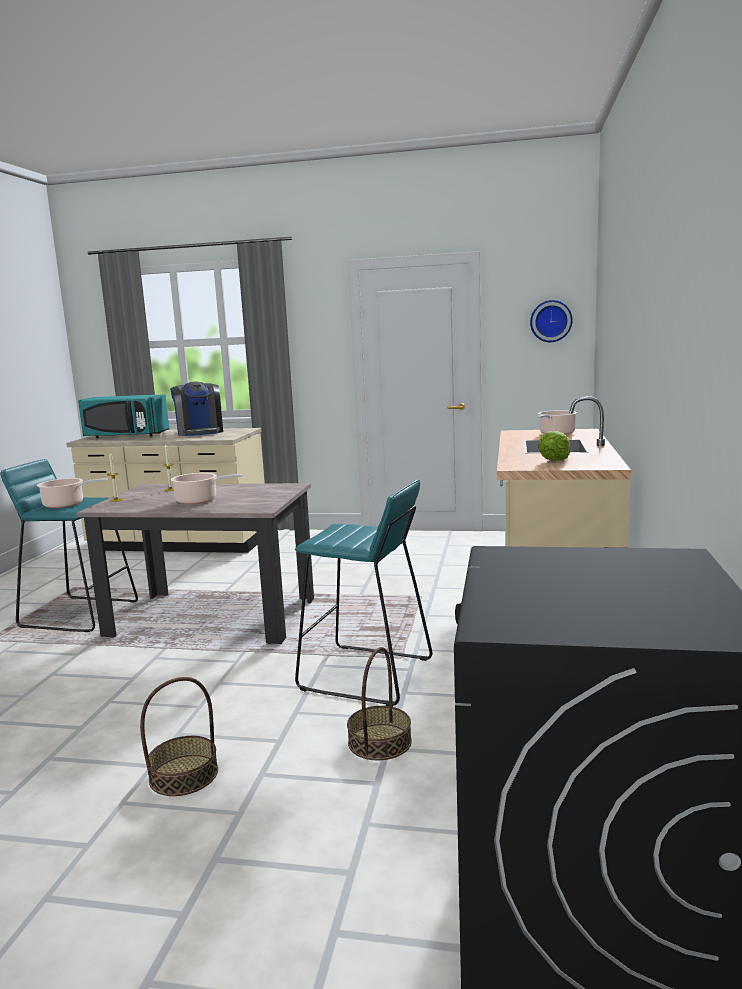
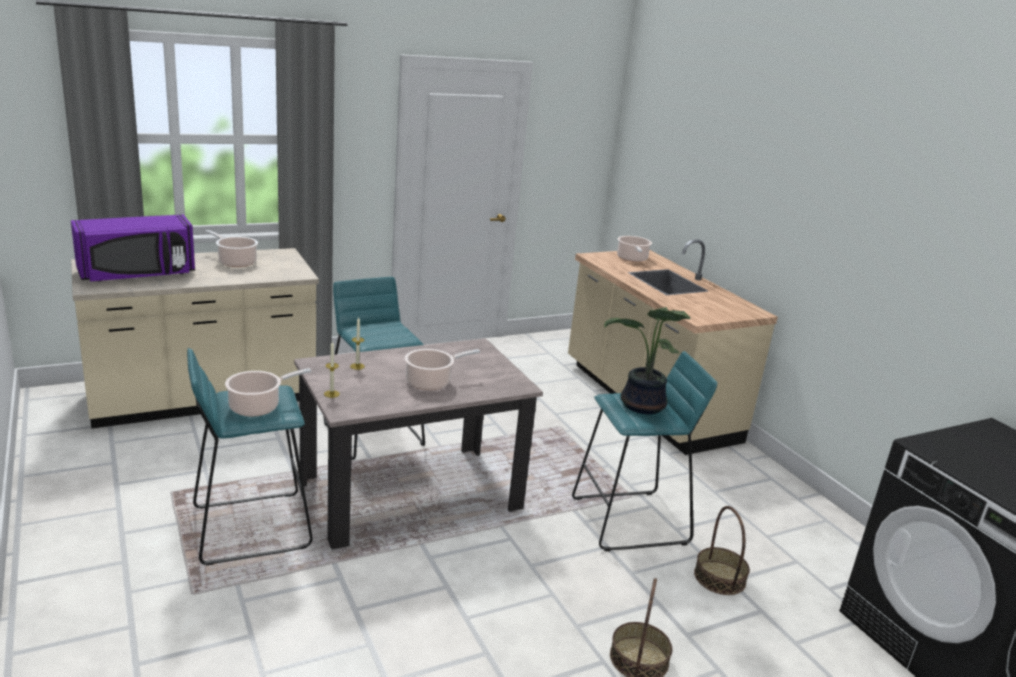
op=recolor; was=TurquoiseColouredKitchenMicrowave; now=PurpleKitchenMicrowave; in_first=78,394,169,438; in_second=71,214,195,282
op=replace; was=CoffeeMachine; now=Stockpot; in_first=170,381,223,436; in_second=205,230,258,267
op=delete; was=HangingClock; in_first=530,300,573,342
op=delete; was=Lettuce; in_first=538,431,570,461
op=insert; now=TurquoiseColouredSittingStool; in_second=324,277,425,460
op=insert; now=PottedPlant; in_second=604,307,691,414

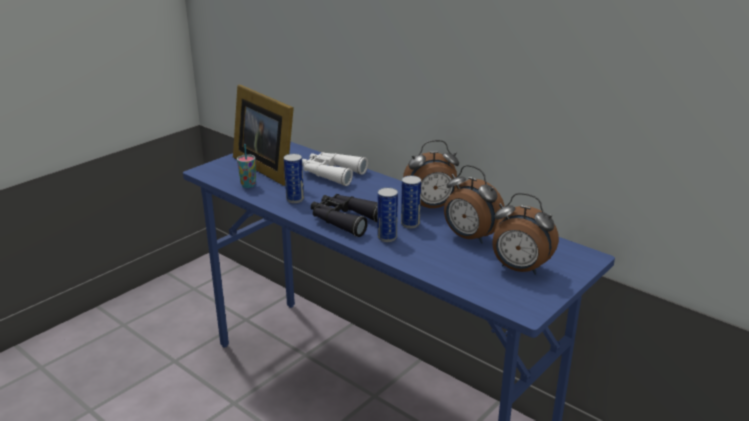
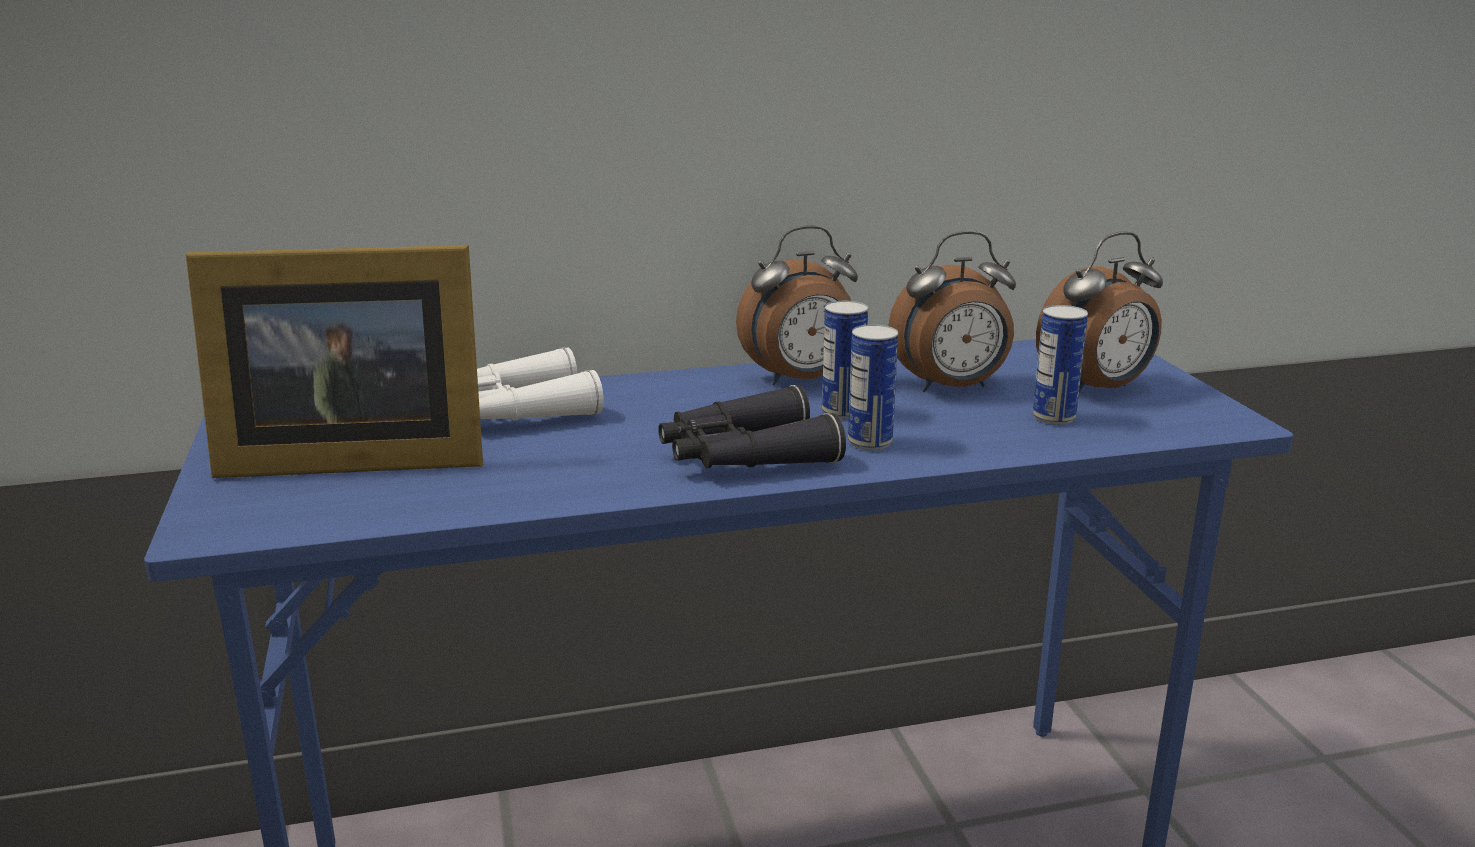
op=delete; was=DrinkingCup; in_first=237,144,256,188
op=move; was=Can; in_first=284,154,304,203; in_second=1033,305,1088,425
op=rotate; was=AlarmClock; in_first=403,140,459,208; in_second=736,226,858,386; clockwise=45

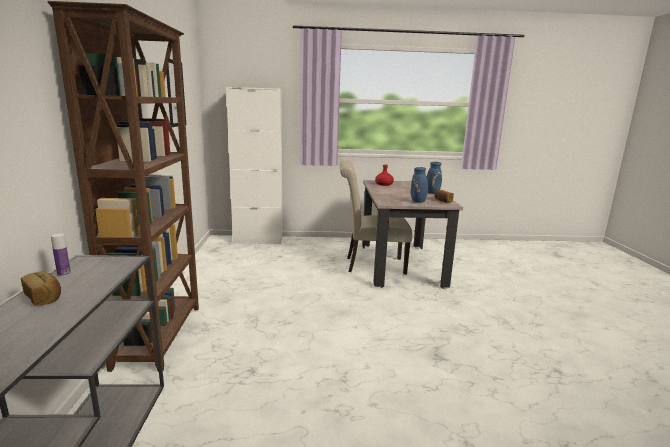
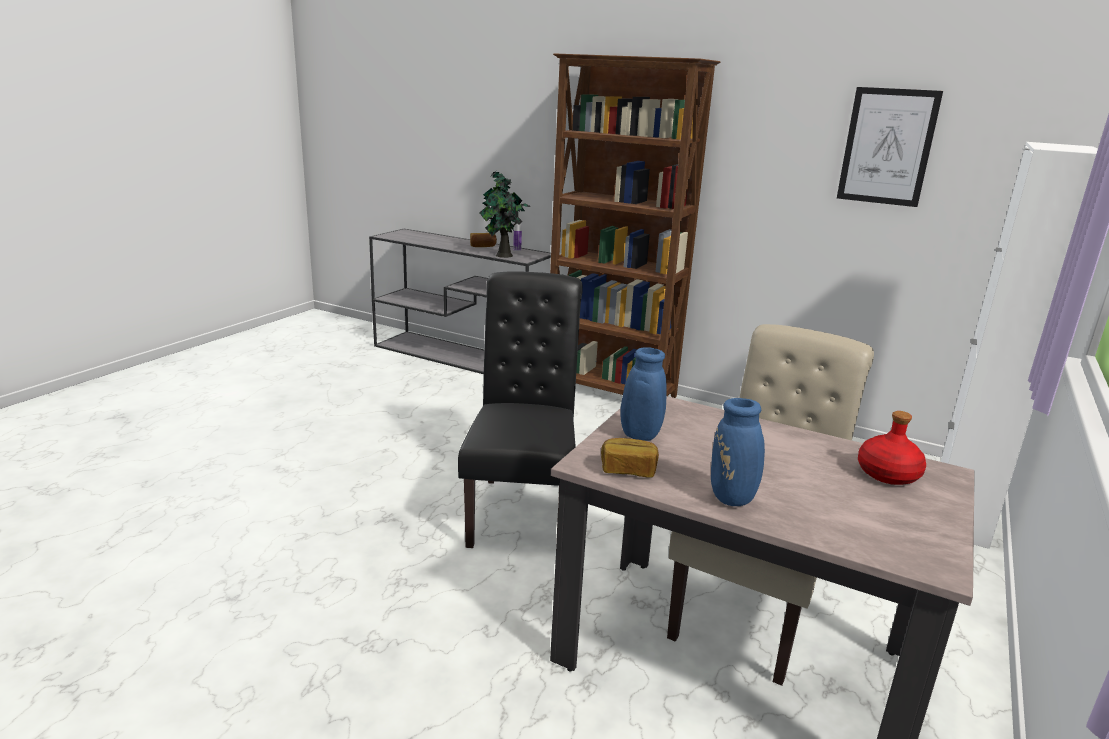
op=insert; now=BlackishPlainChair; in_second=458,271,583,548
op=insert; now=PottedPlant; in_second=480,171,530,258

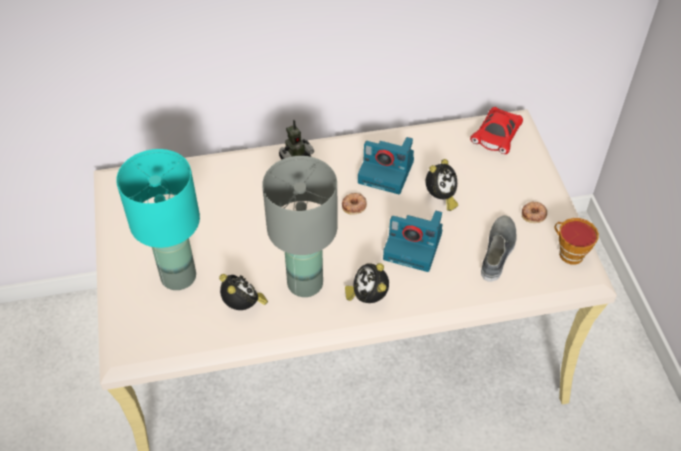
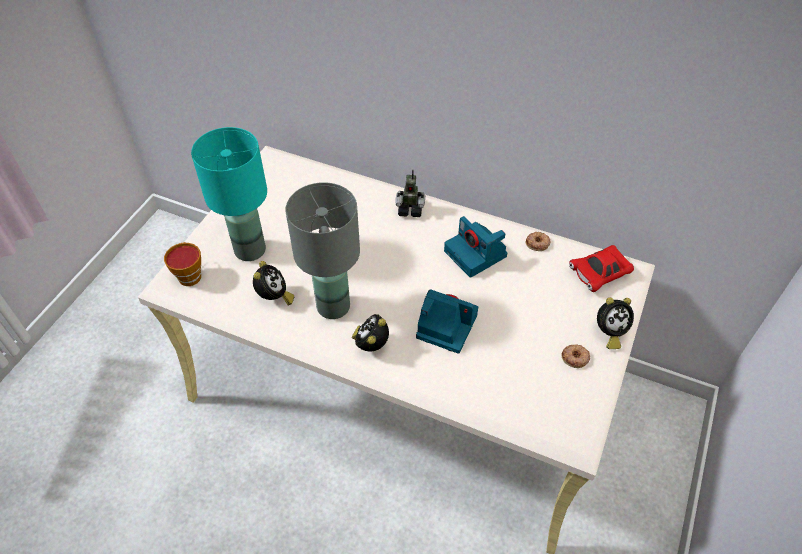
op=move; was=RingDoughnut; in_first=342,193,367,215; in_second=526,232,551,251
op=rotate; was=PhotoCamera; in_first=383,211,443,272; in_second=416,289,478,354; clockwise=150
op=move; was=AlarmClock; in_first=426,159,458,211; in_second=597,298,634,349
op=delete; was=GreyShoe; in_first=481,215,516,282
op=move; was=DrinkingCup; in_first=554,218,599,265; in_second=164,242,201,286

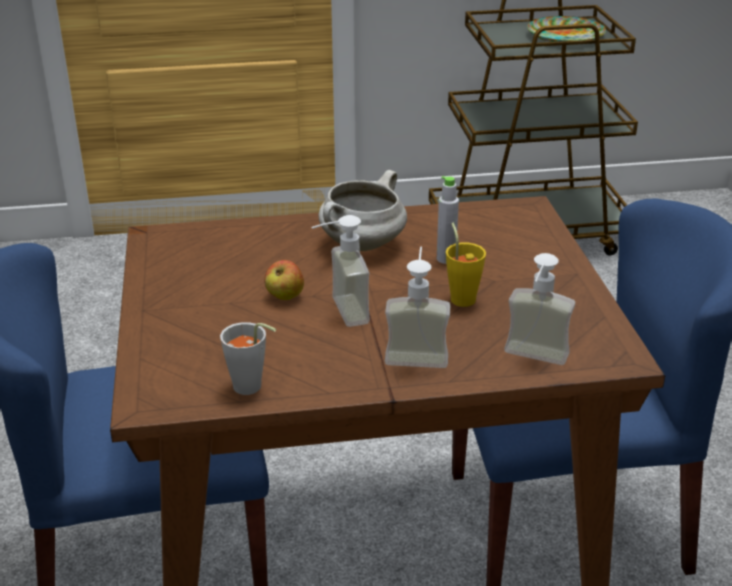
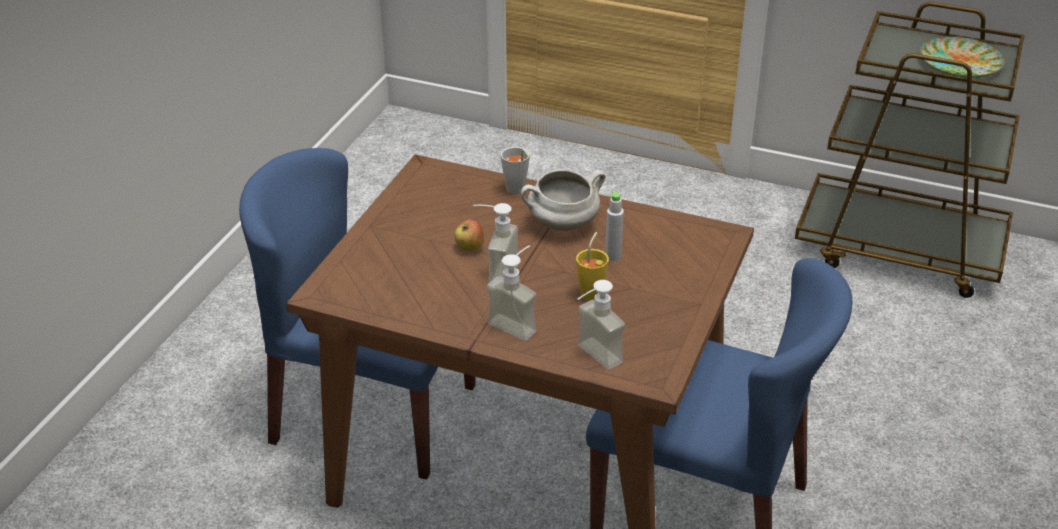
op=move; was=GreyDrinkingCup; in_first=220,322,276,395; in_second=501,147,530,194

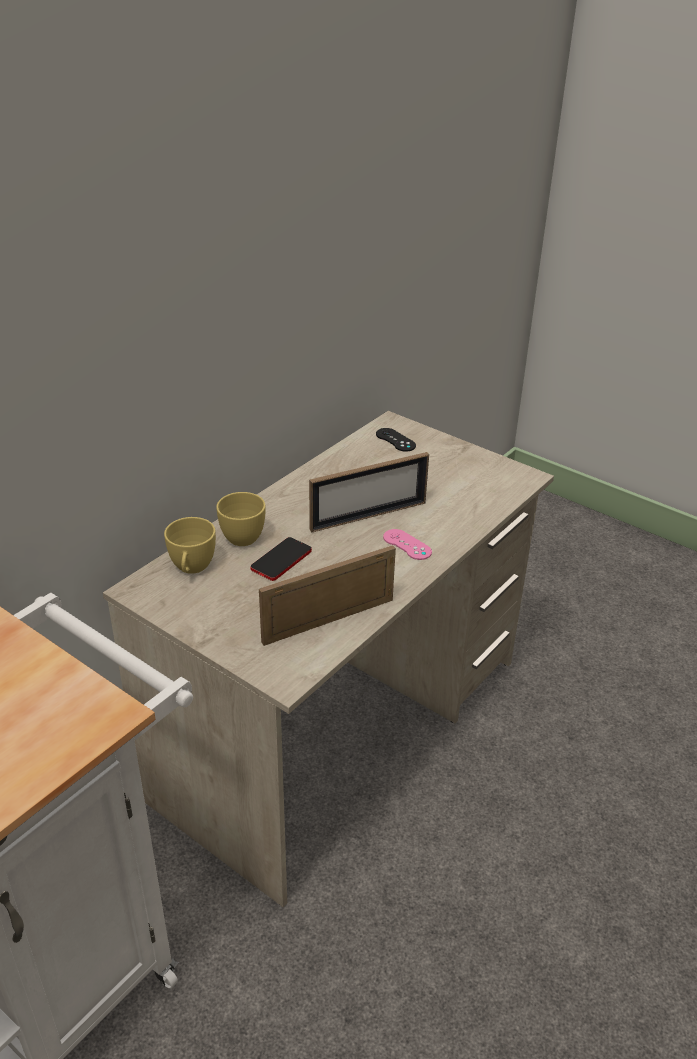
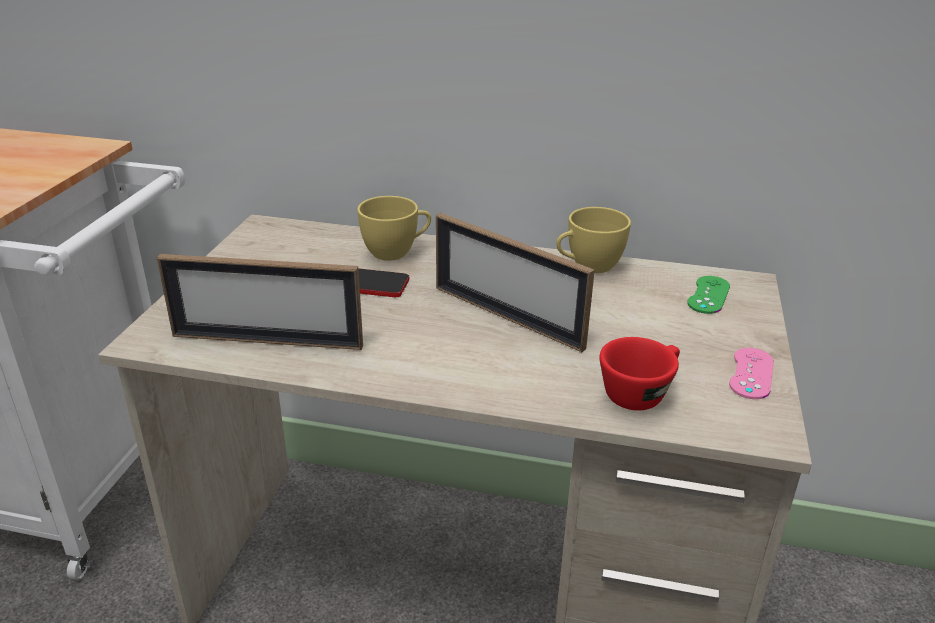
op=move; was=YellowColouredDrinkingCup; in_first=164,517,216,574; in_second=556,207,631,273
op=rotate; was=PhotoFrame; in_first=259,545,396,646; in_second=156,254,363,350; clockwise=150
op=recolor; was=BlackishGameController; now=GreenGameController; in_first=376,428,416,452; in_second=687,276,730,314
op=move; was=PinkColouredGameController; in_first=383,529,432,560; in_second=729,348,774,399
op=insert; now=RedColouredDrinkingCup; in_second=600,337,680,411

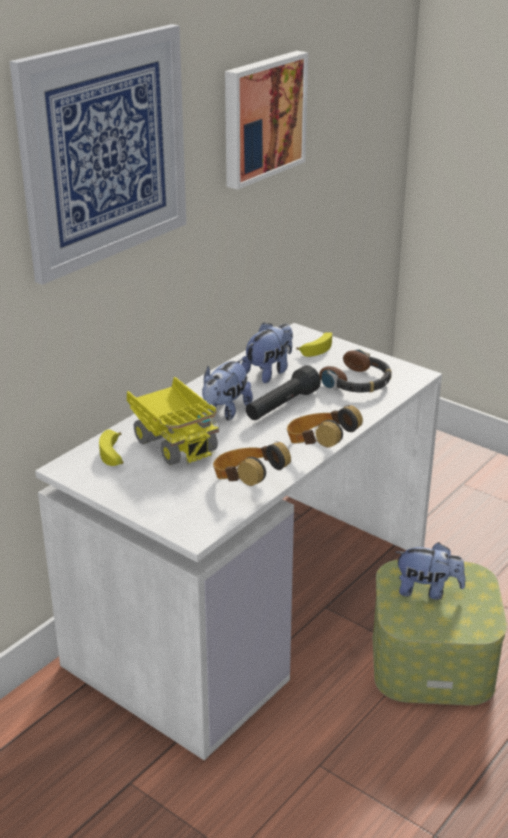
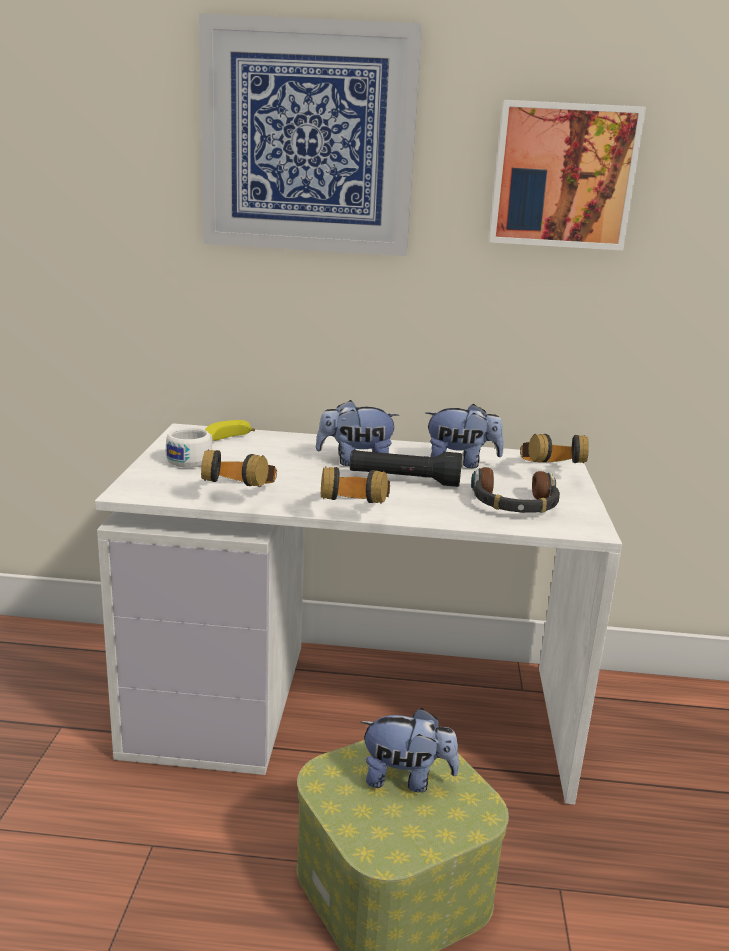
op=delete; was=ToyLorry; in_first=127,377,219,465
op=replace; was=BananaFruit; now=PairOfHeadphones; in_first=296,332,332,357; in_second=520,434,589,463
op=rotate; was=SoftToy; in_first=395,542,465,600; in_second=360,708,459,792; clockwise=-60
op=insert; now=WhiteColouredDrinkingCup; in_second=166,428,213,468

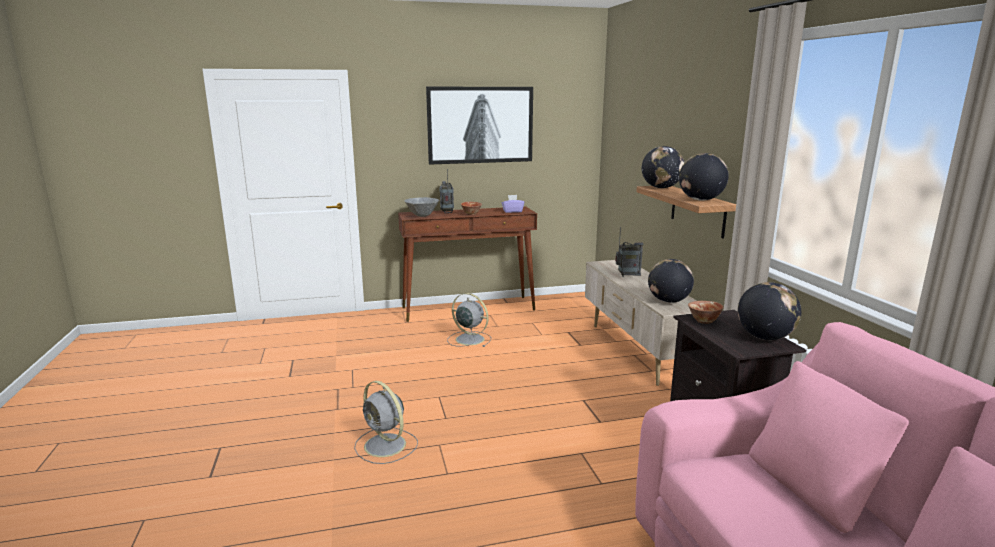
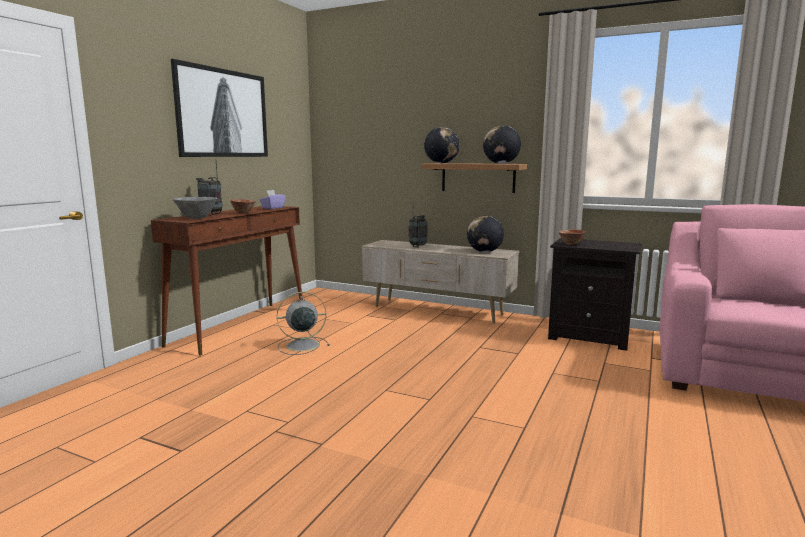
op=delete; was=GreyCoolingFan; in_first=354,381,418,464
op=delete; was=Globe; in_first=738,282,801,340

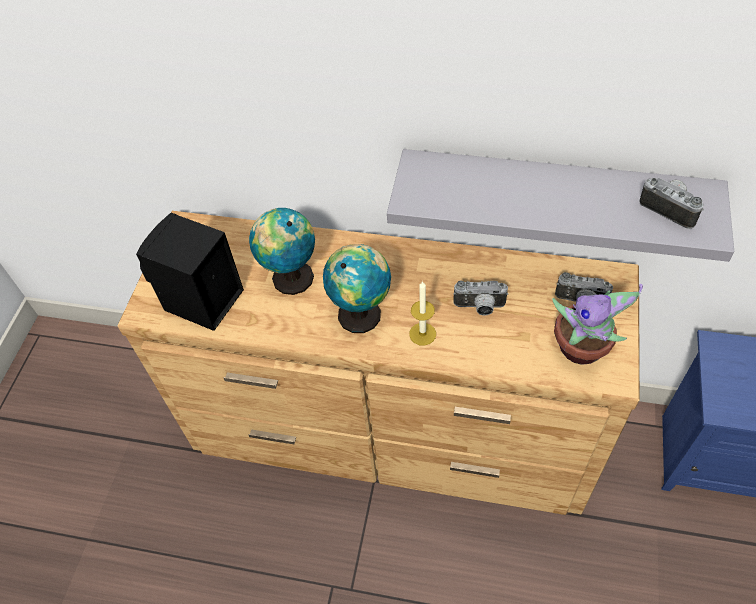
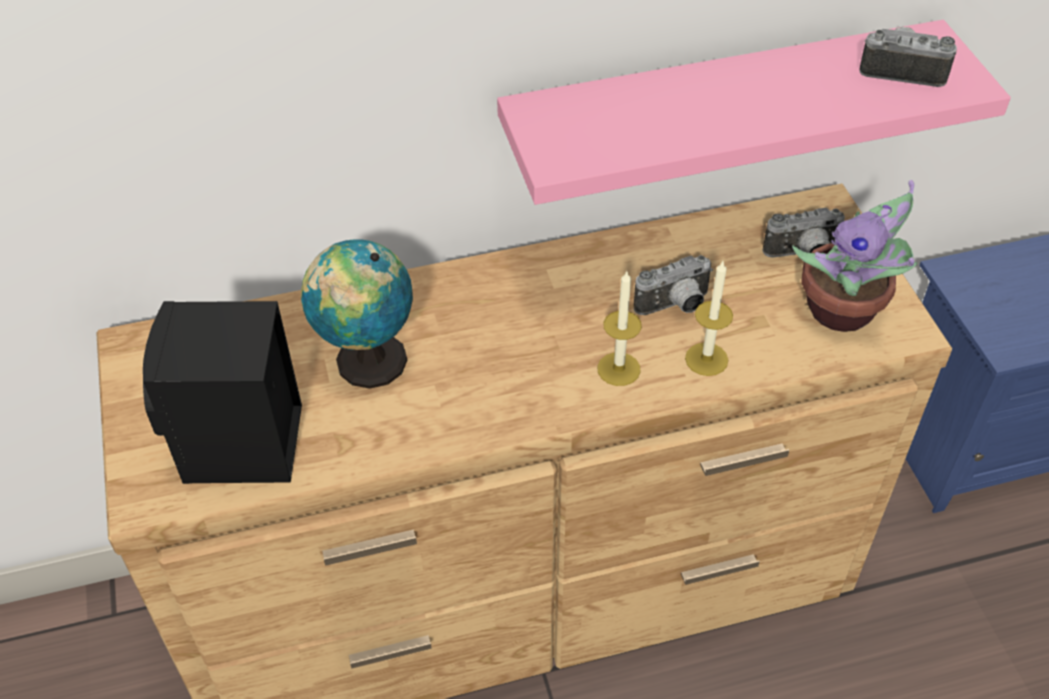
op=delete; was=Globe; in_first=323,244,391,333
op=recolor; was=GreyWallShelf; now=PinkColouredWallShelf; in_first=387,149,734,262; in_second=497,20,1011,205
op=insert; now=WaxLight; in_second=685,261,733,376

